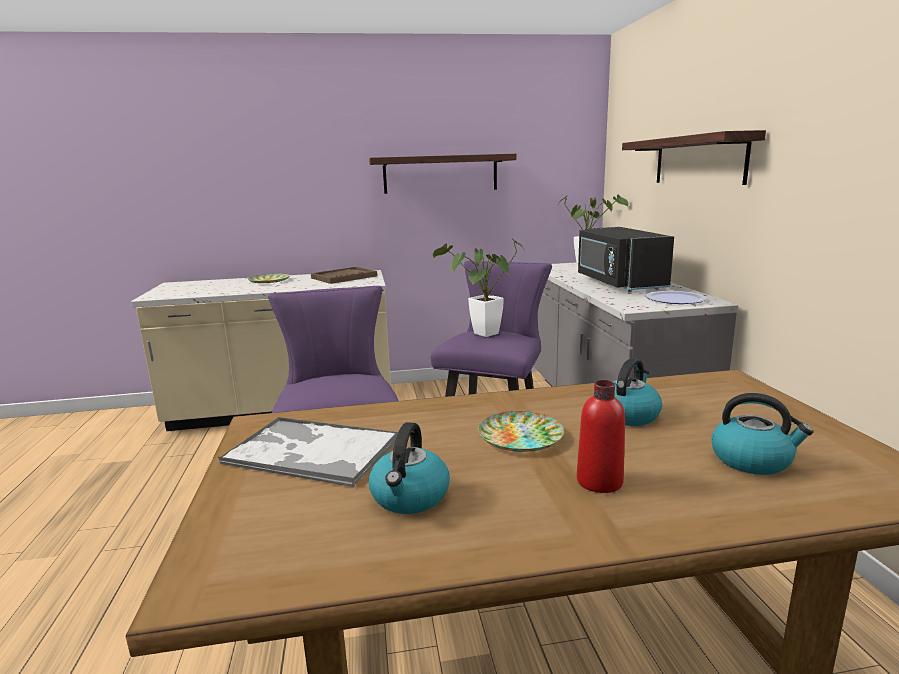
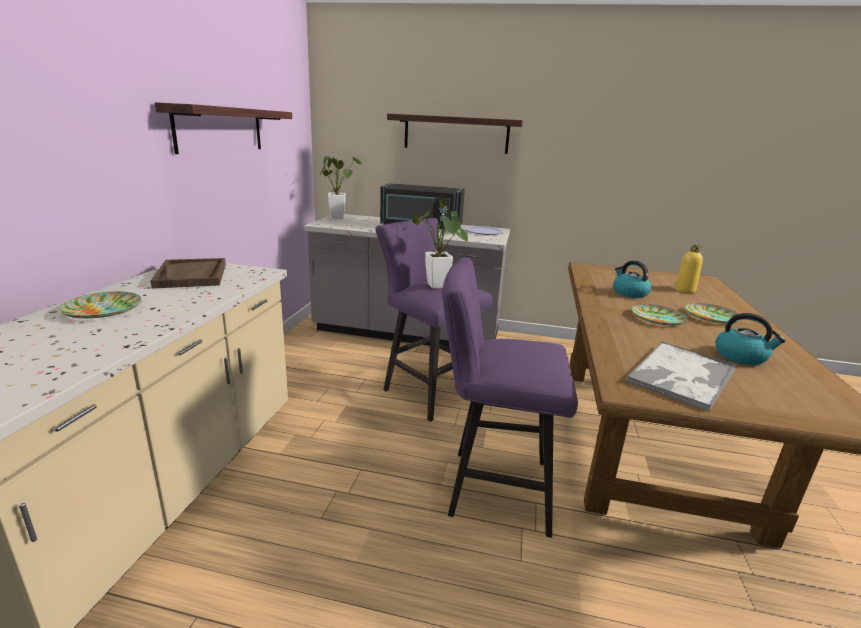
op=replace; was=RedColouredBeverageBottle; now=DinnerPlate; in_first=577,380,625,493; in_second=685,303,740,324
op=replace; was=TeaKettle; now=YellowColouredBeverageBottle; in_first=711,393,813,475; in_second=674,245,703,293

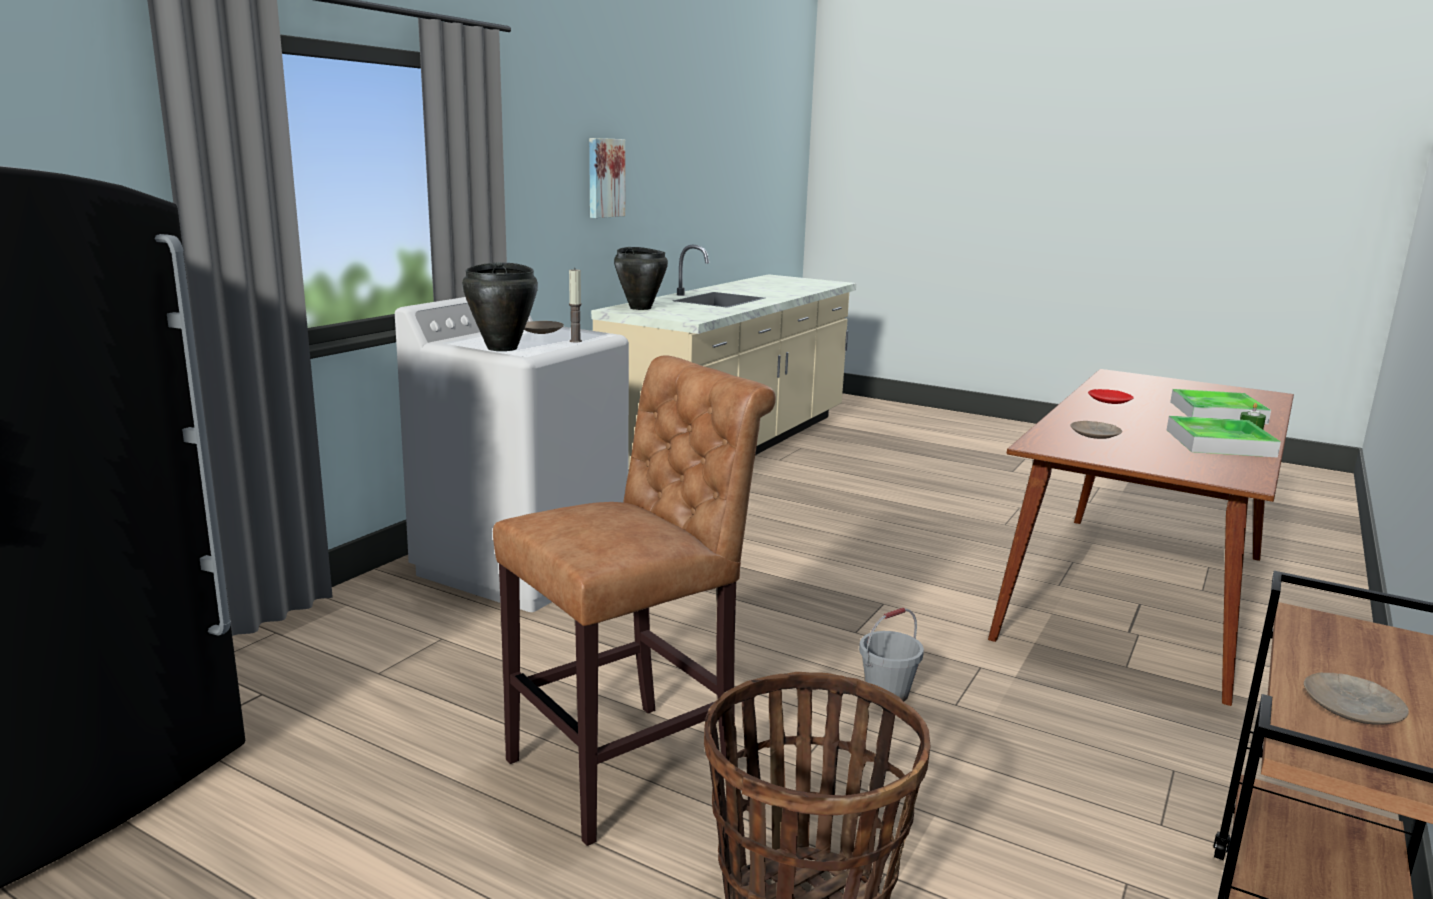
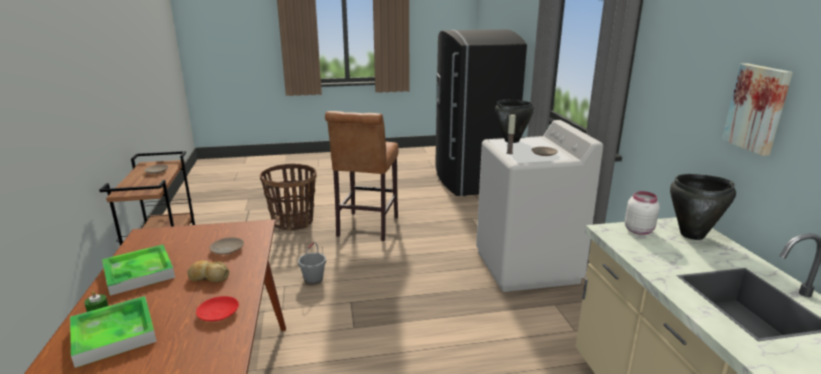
op=insert; now=BakeryBread; in_second=187,260,230,283
op=insert; now=WhiteColouredStorageJar; in_second=625,191,660,235

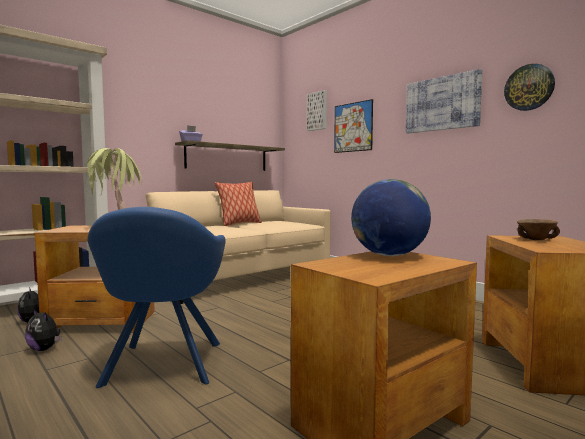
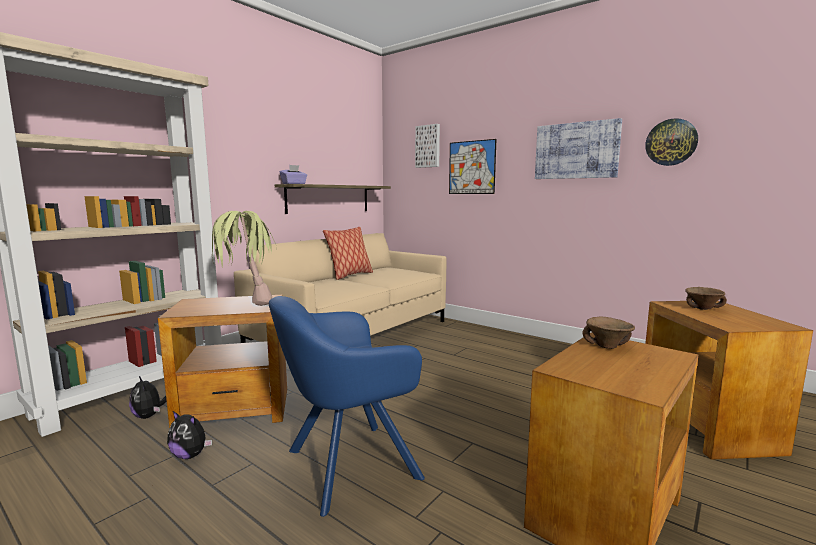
op=rotate; was=BlueColouredLoungeChair; in_first=88,207,226,388; in_second=269,296,425,517; clockwise=75
op=replace; was=Globe; now=BrownServingBowl; in_first=351,179,431,256; in_second=582,317,635,349

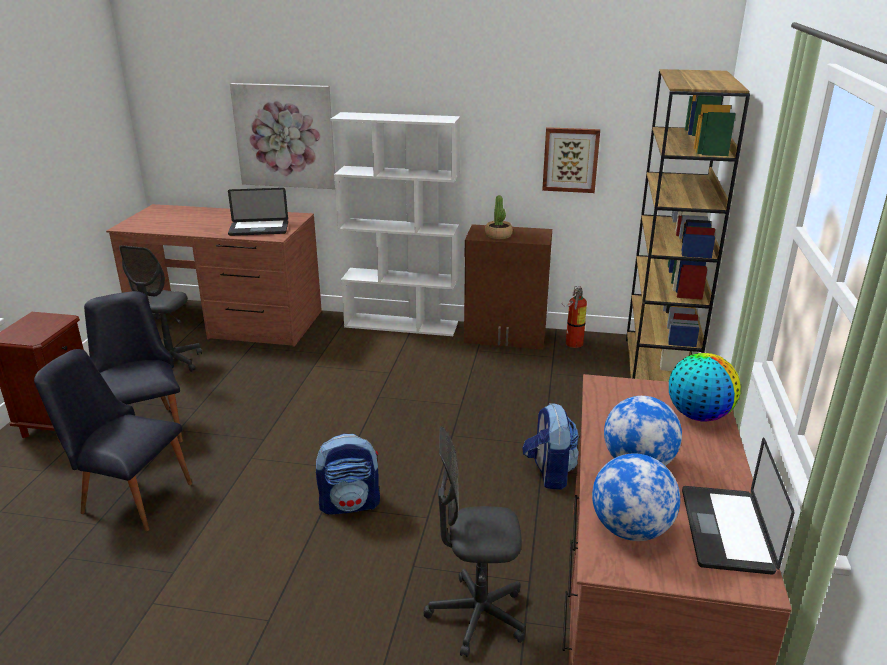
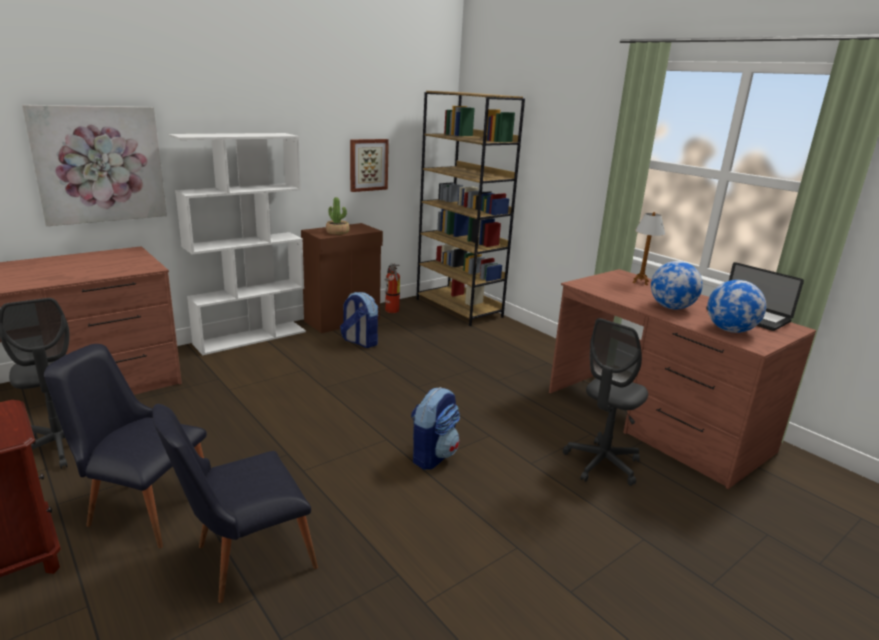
op=delete; was=PortableComputer; in_first=228,188,288,236
op=move; was=Backpack; in_first=522,403,579,490; in_second=340,292,378,348
op=replace; was=Globe; now=TabletopLamp; in_first=669,353,741,422; in_second=633,212,665,285

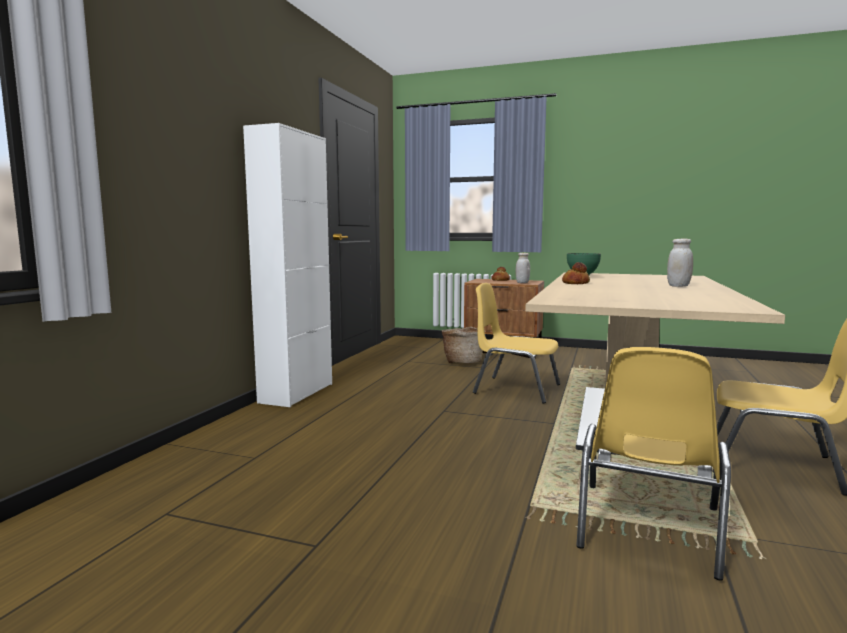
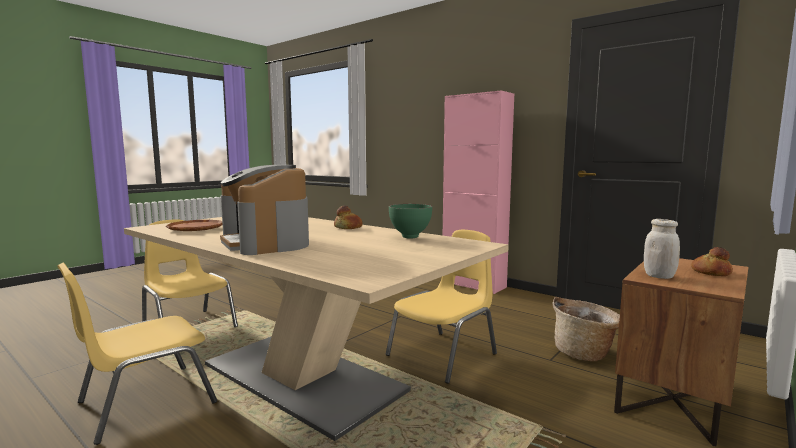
op=recolor; was=WhiteColouredCabinet; now=PinkColouredCabinet; in_first=243,123,332,407; in_second=443,90,514,294
op=replace; was=WhiteColouredStorageJar; now=CoffeeMachine; in_first=667,238,693,287; in_second=220,165,309,255
op=insert; now=BrownDinnerPlate; in_second=166,220,222,231

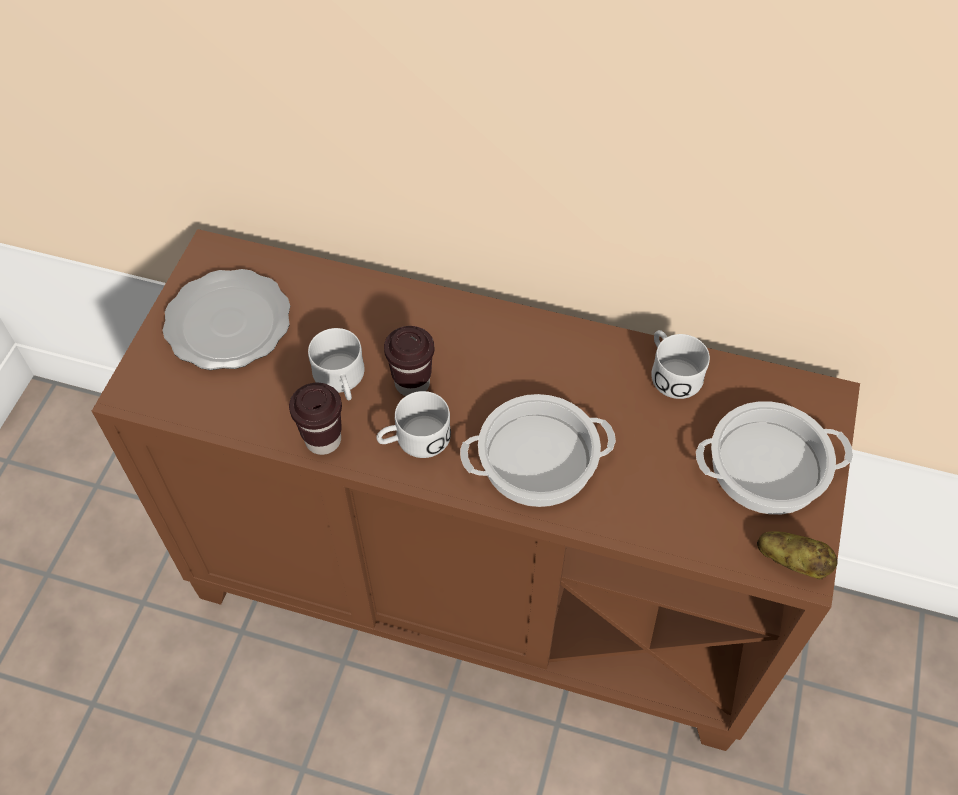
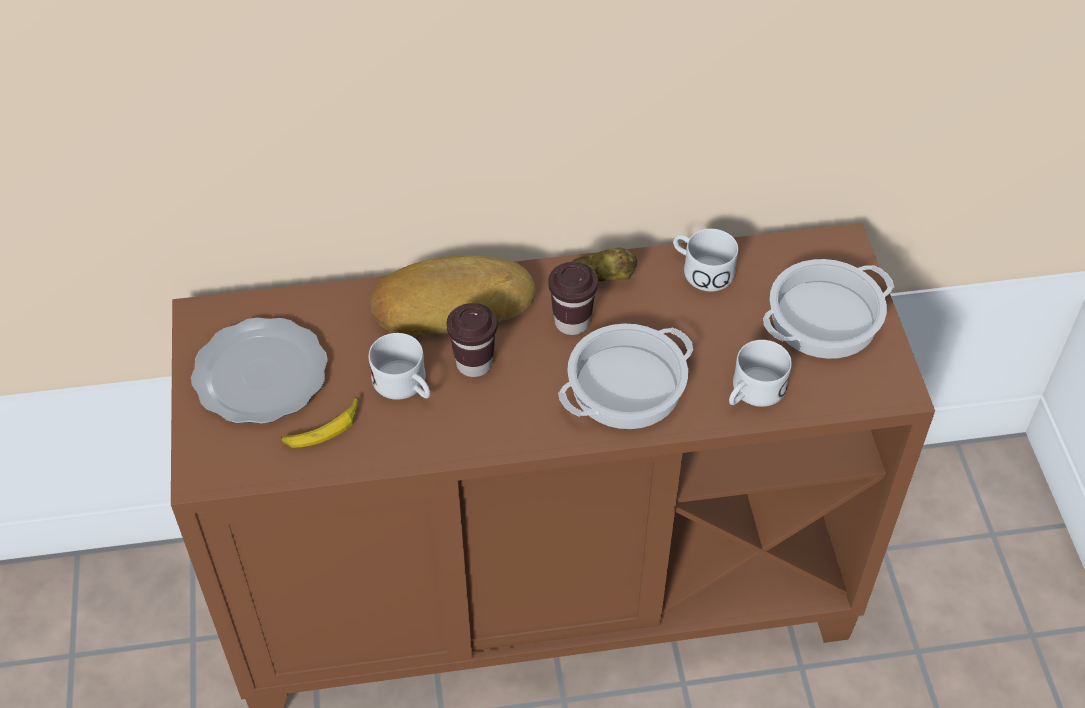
op=move; was=BrownDrinkingCup; in_first=289,383,342,455; in_second=548,262,598,335
op=move; was=WhiteColouredCoffeeMug; in_first=376,391,451,458; in_second=729,340,792,407
op=move; was=WholePotato; in_first=757,531,838,580; in_second=571,248,637,281
op=insert; now=BananaFruit; in_second=281,397,359,448
op=insert; now=BakeryBread; in_second=371,255,536,337

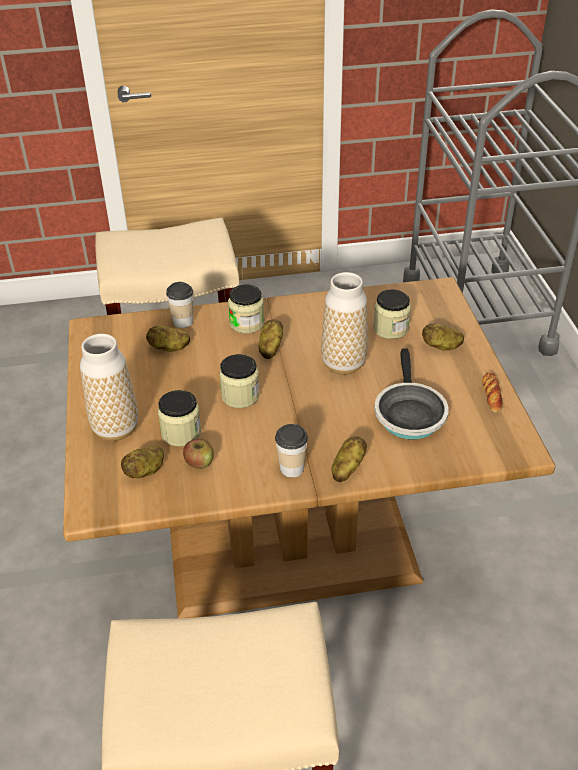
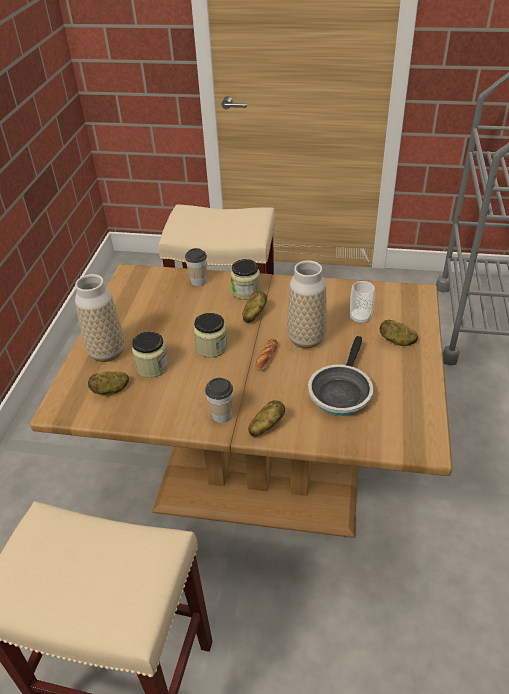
op=delete; was=WholePotato; in_first=146,326,190,352
op=delete; was=Apple; in_first=183,439,214,469
op=replace; was=StorageJar; now=DrinkingCup; in_first=373,289,411,339; in_second=350,281,375,324
op=move; was=BakeryBread; in_first=482,373,503,413; in_second=255,339,278,371

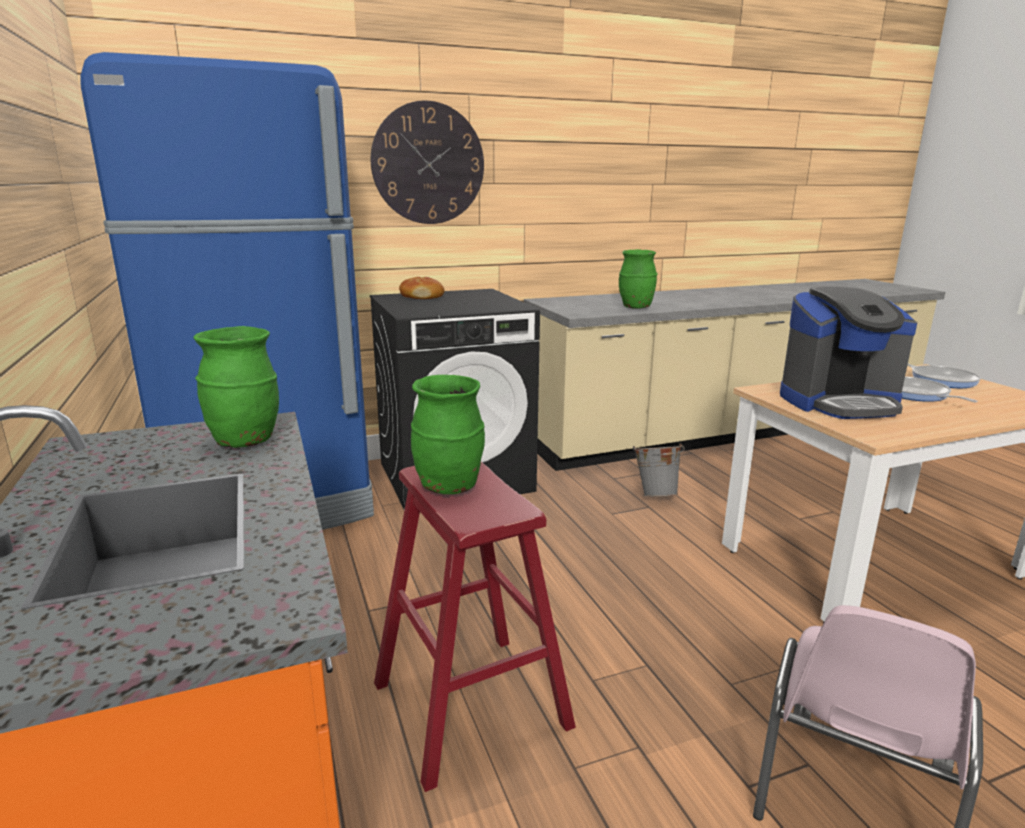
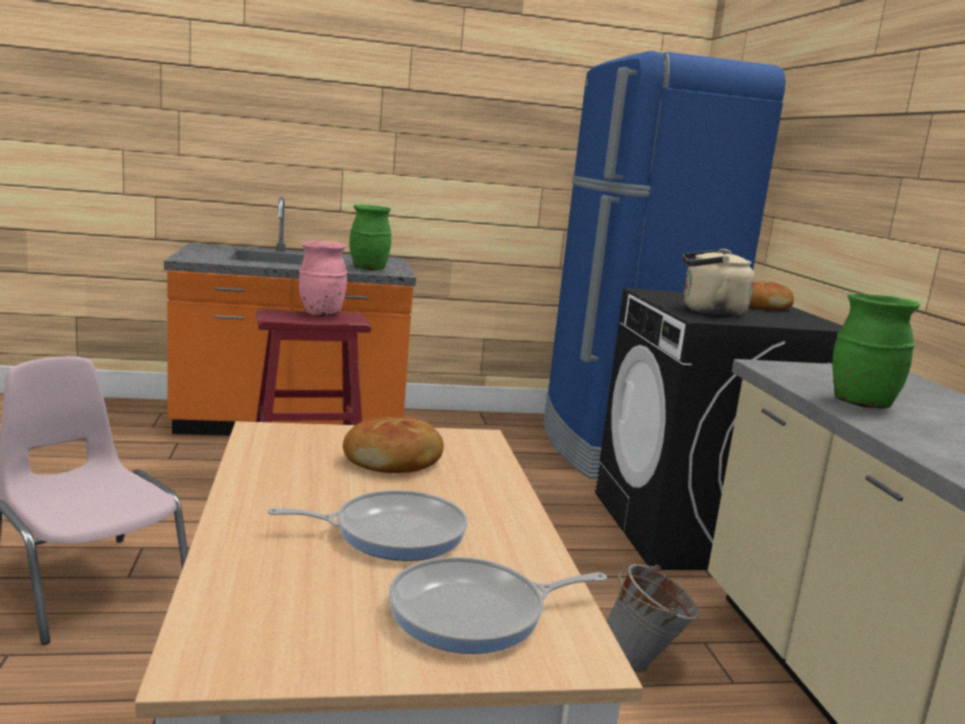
op=delete; was=HangingClock; in_first=371,101,484,224
op=recolor; was=GreenDecorativeVase; now=PinkColouredDecorativeVase; in_first=411,375,485,494; in_second=299,241,348,316
op=replace; was=CoffeeMachine; now=BakeryBread; in_first=780,286,917,419; in_second=343,417,444,473
op=insert; now=BeigeColouredTeaKettle; in_second=683,249,755,316

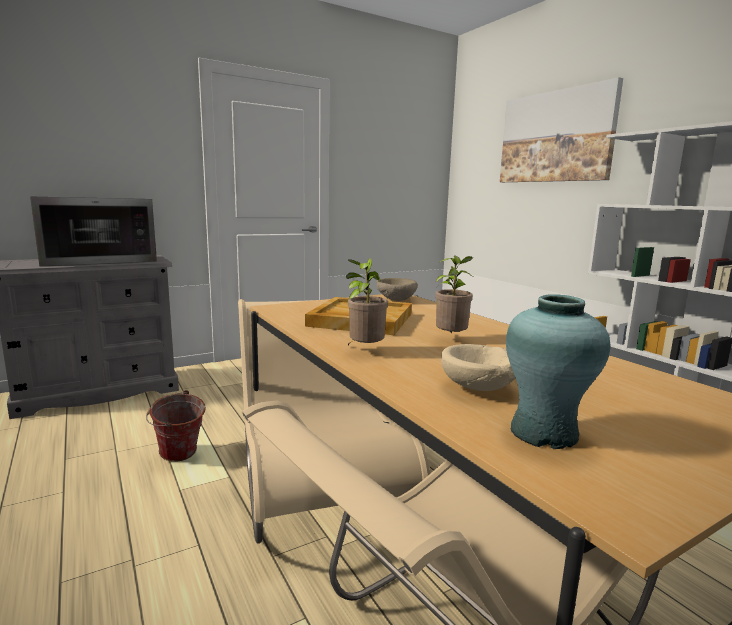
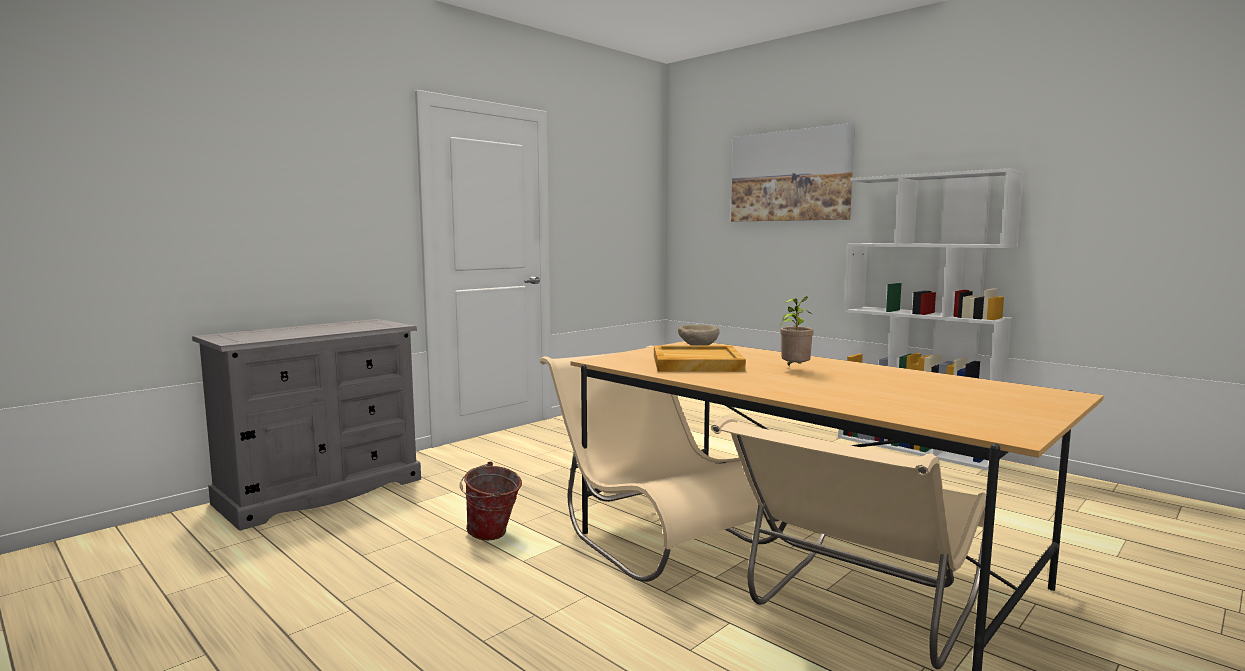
op=delete; was=KitchenMicrowave; in_first=30,196,157,267
op=delete; was=PottedPlant; in_first=346,258,388,345
op=delete; was=BeigeColouredServingBowl; in_first=441,344,516,391
op=delete; was=TurquoiseColouredDecorativeVase; in_first=506,294,611,449

